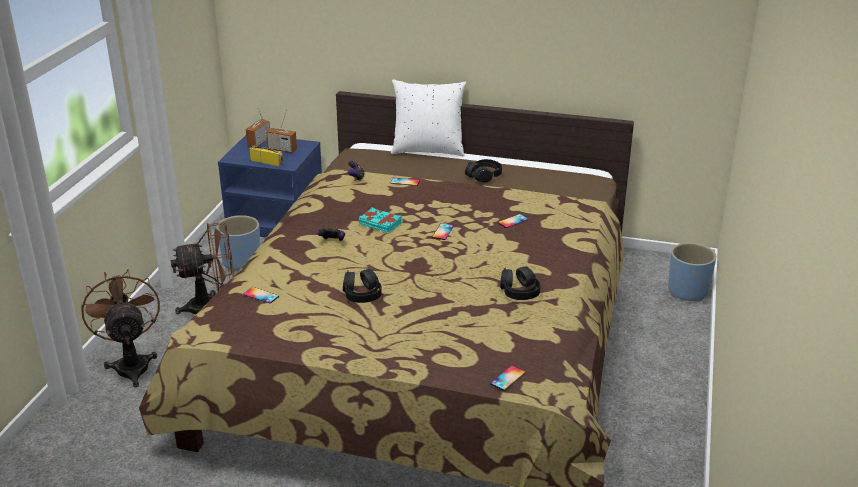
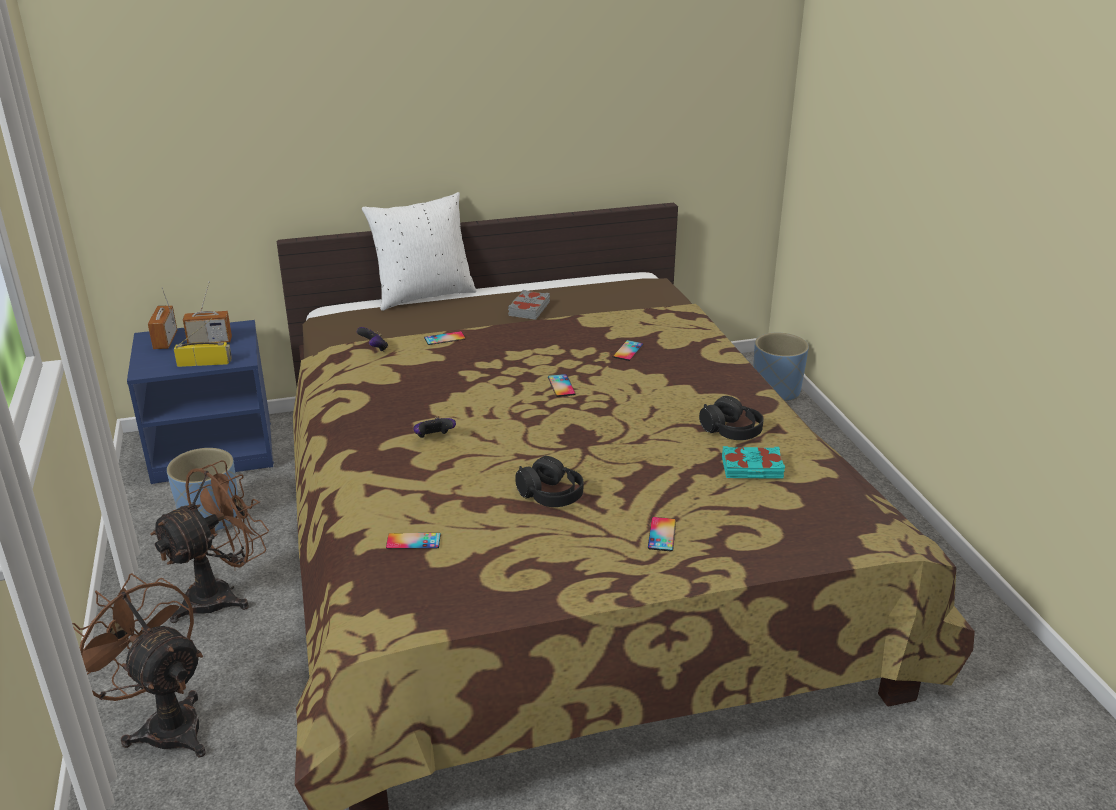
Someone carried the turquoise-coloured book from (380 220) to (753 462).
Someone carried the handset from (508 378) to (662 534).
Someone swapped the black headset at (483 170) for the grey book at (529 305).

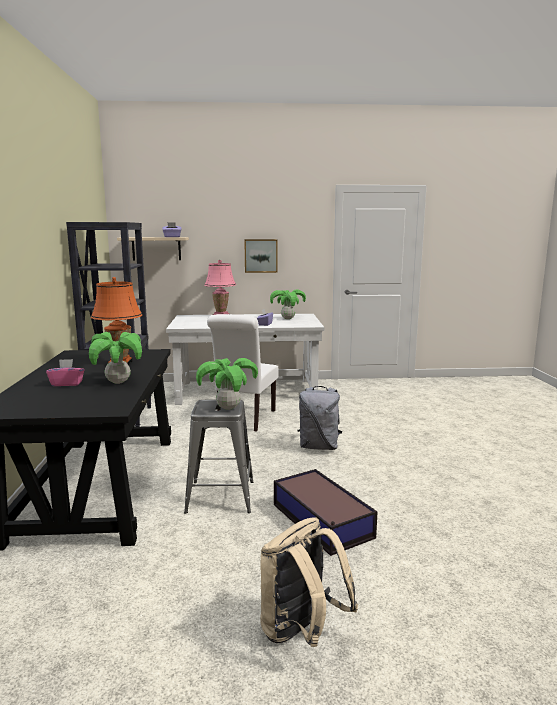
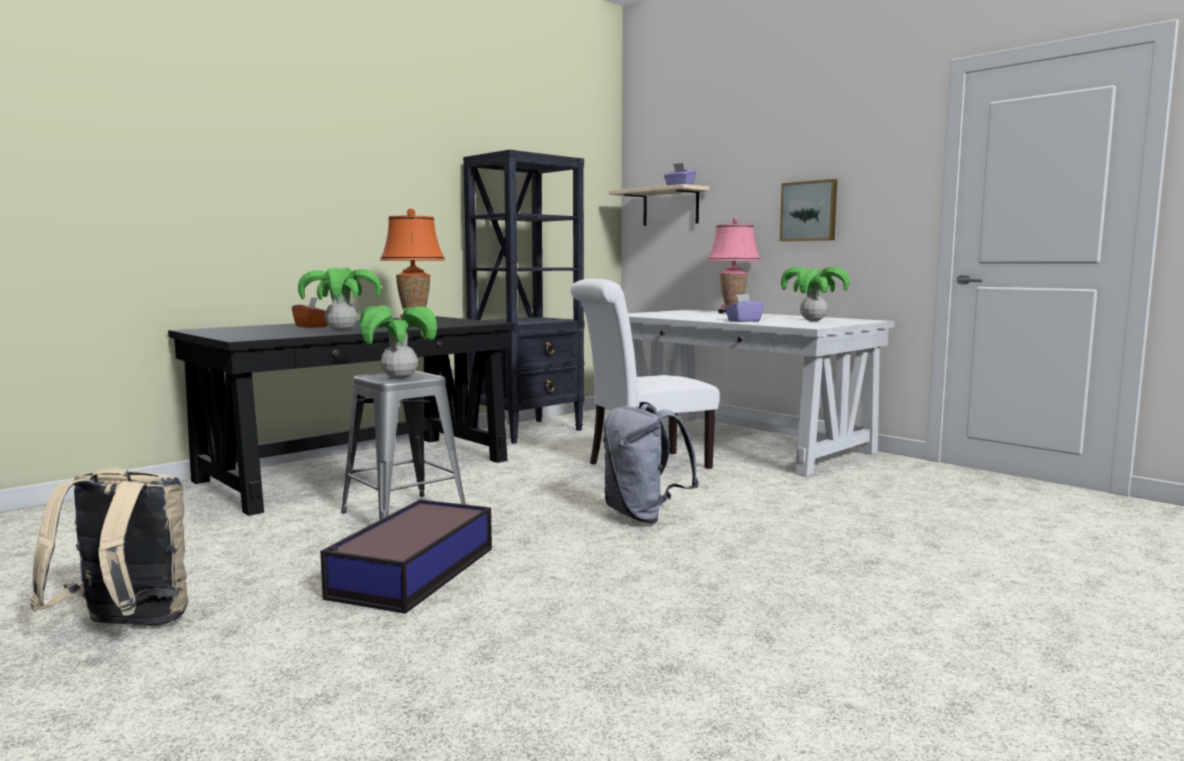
Someone repainted the pink-coloured tissue holder at (65 372), which became the orange tissue holder at (310 312).

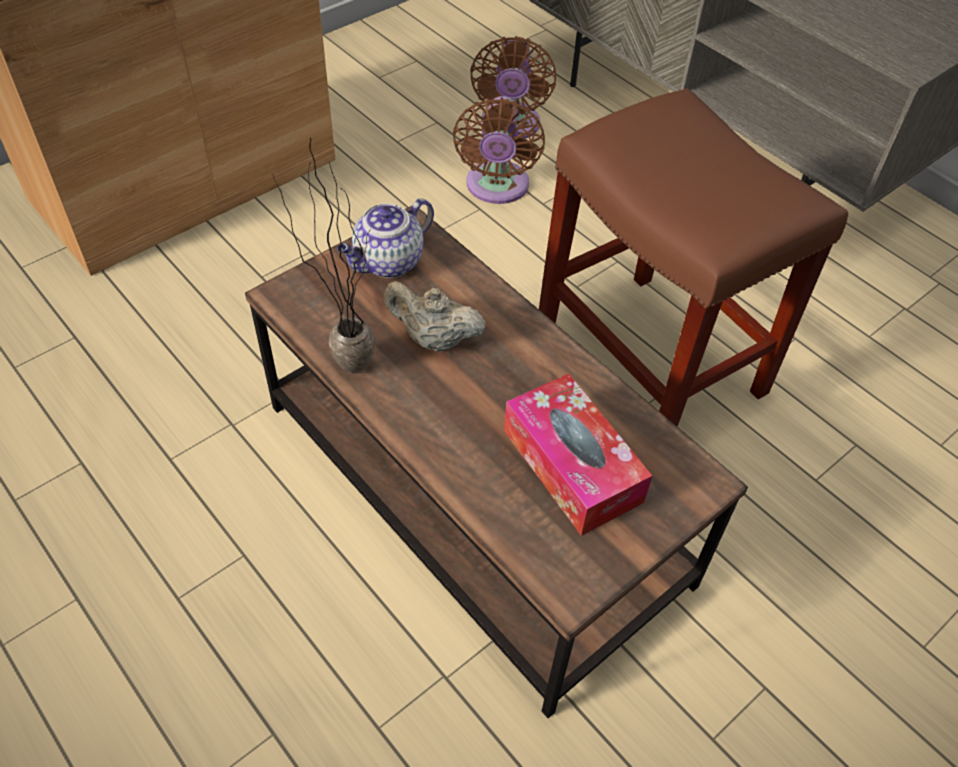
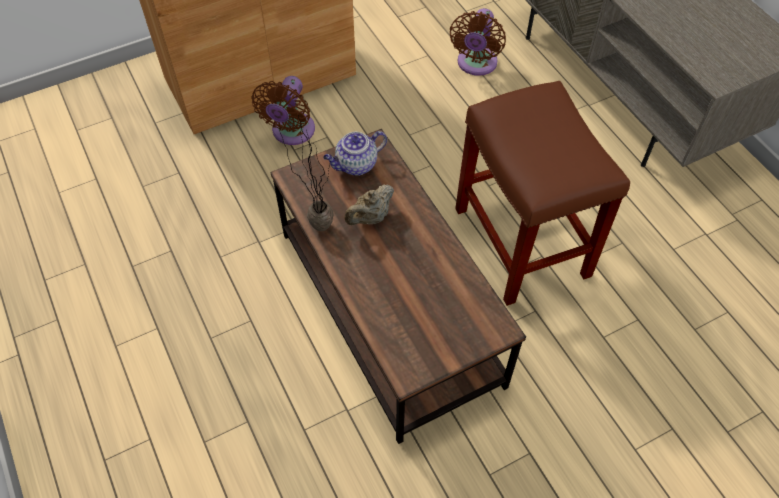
Someone took away the tissue holder at (578 454).
Someone carried the brown-coloured electric fan from (499 150) to (283 110).
Someone rotated the beige tea pot at (435 316) by 75 degrees counterclockwise.

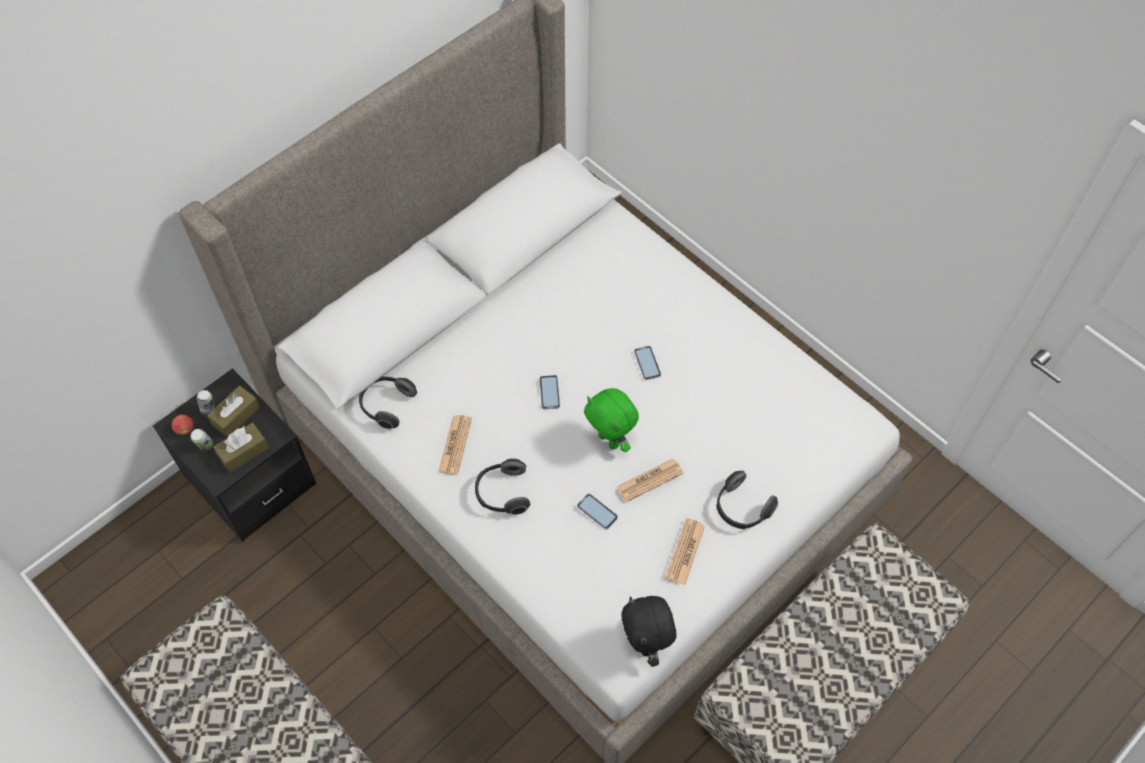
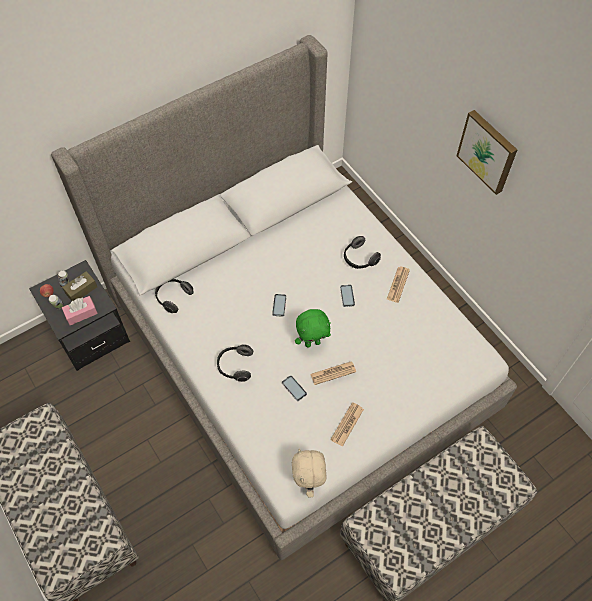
Someone put up the picture at (487 152).
Someone carried the printed paper from (455 445) to (398 285).
Someone carried the headset from (747 500) to (362 252).
Someone repainted the brown-coloured tissue holder at (241 447), which became the pink-coloured tissue holder at (80 310).
Someone repainted the black cuddly toy at (649 631), which became the beige cuddly toy at (309 473).
Someone rotated the green cuddly toy at (611 420) by 75 degrees counterclockwise.

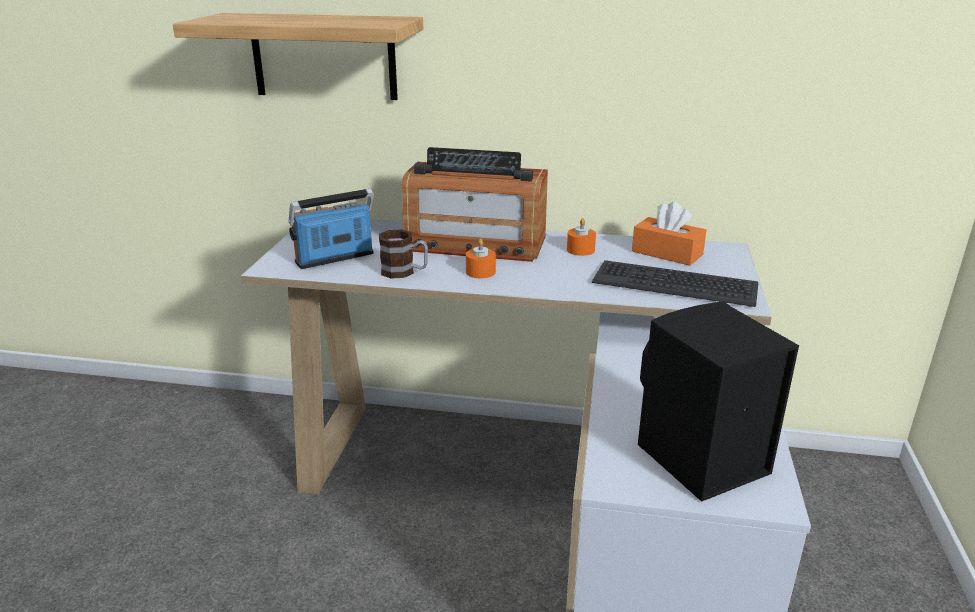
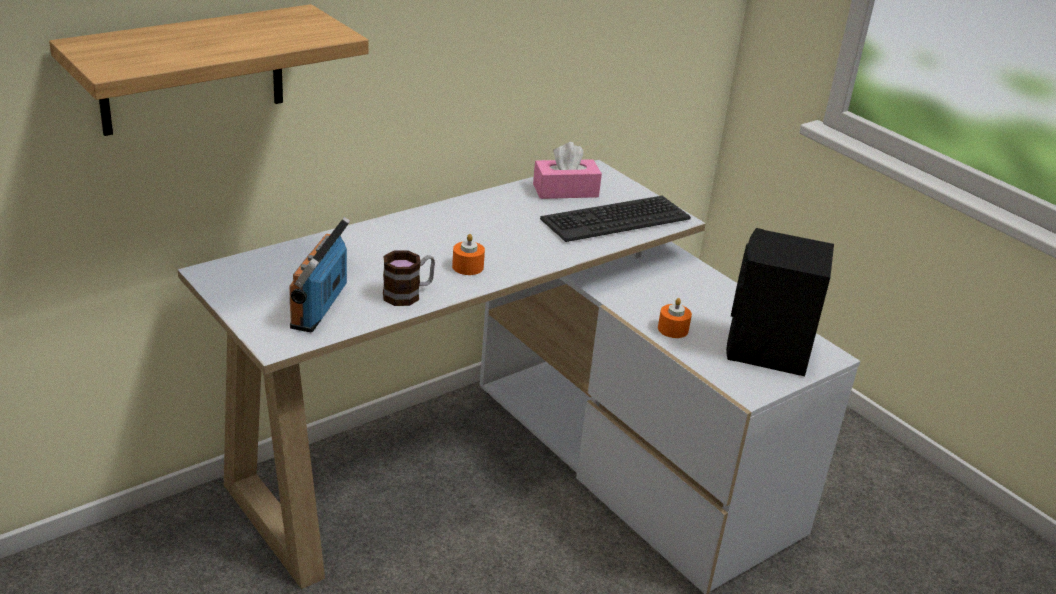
Someone took away the radio at (475 204).
Someone carried the orange wax candle from (581 237) to (675 318).
Someone repainted the orange tissue holder at (669 233), which became the pink-coloured tissue holder at (567 170).

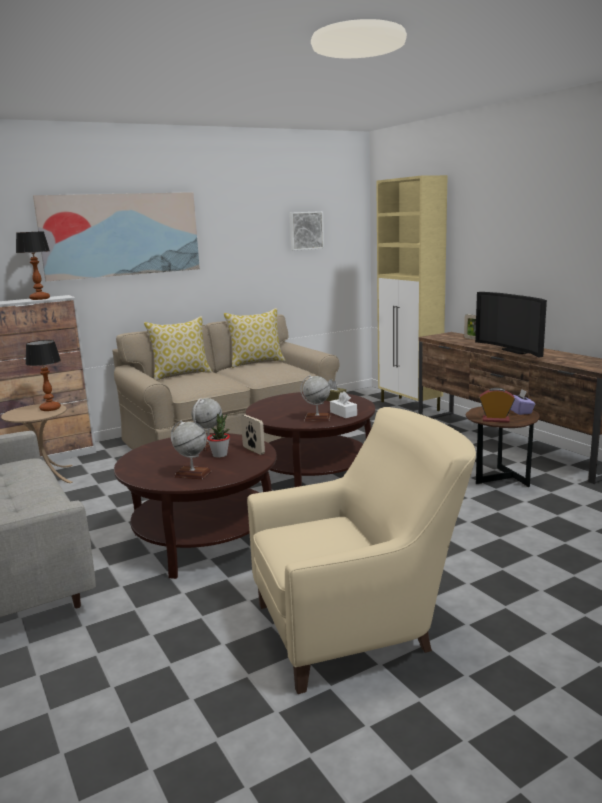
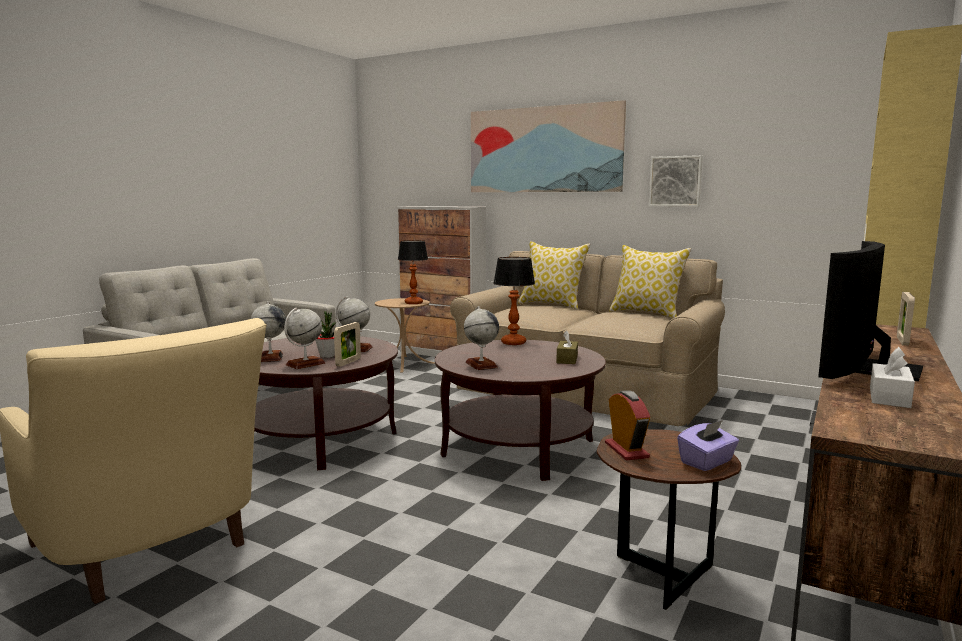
Someone put down the globe at (305 338).
Someone carried the lamp for a table from (33 265) to (514 301).
Someone carried the picture from (306 231) to (675 181).
Someone carried the white tissue holder from (343 404) to (892 377).

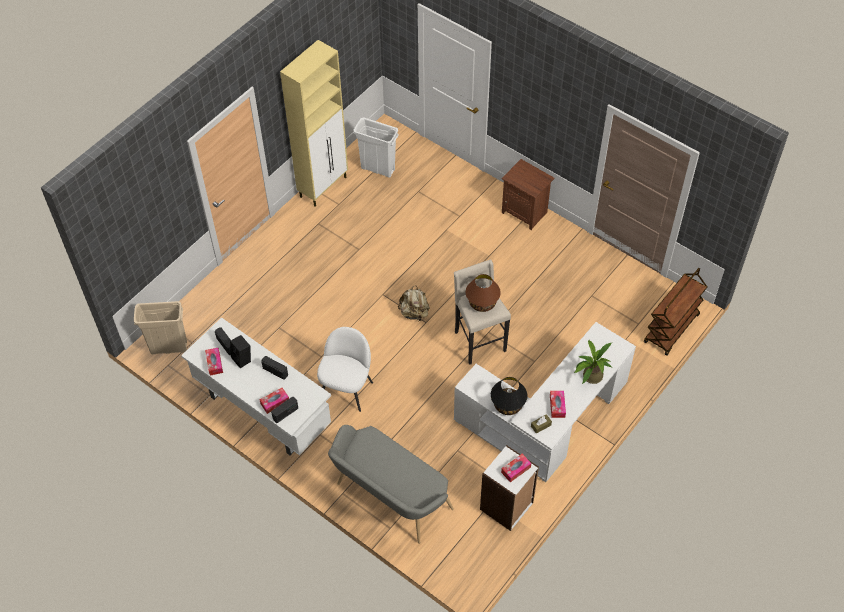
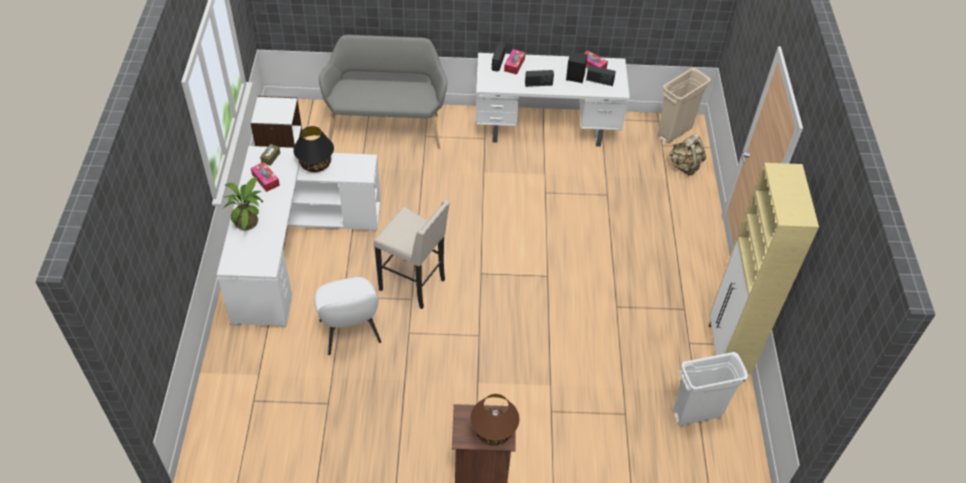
Someone took away the tissue holder at (516 468).
Someone took away the brown-coloured wheeled cart at (675 312).
Someone carried the white plain chair from (345 369) to (348 316).
Someone carried the beige knapsack from (414 303) to (687 155).
Someone carried the brown-coloured lamp for a table from (483 293) to (494 419).

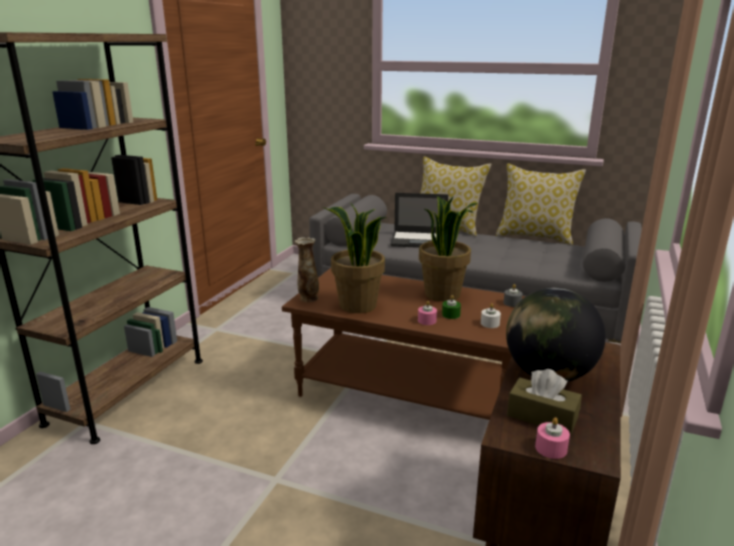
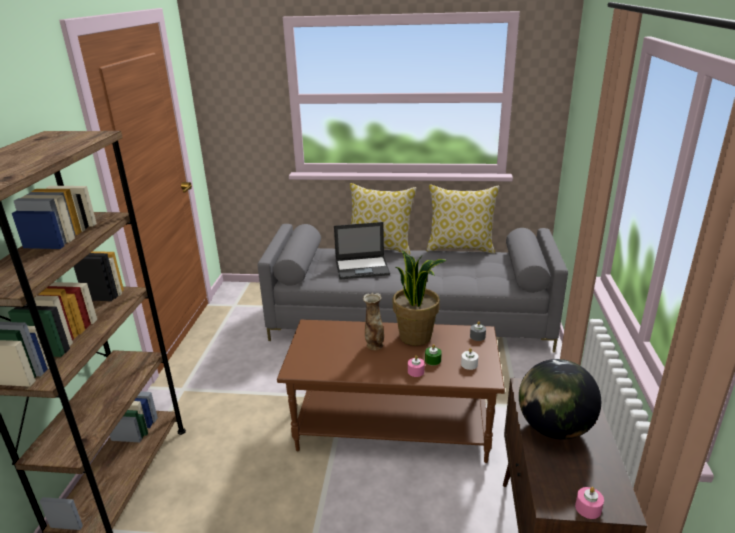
Someone took away the plant in a pot at (355 258).
Someone took away the brown-coloured tissue holder at (544 402).
Someone carried the vase from (306 269) to (373 321).

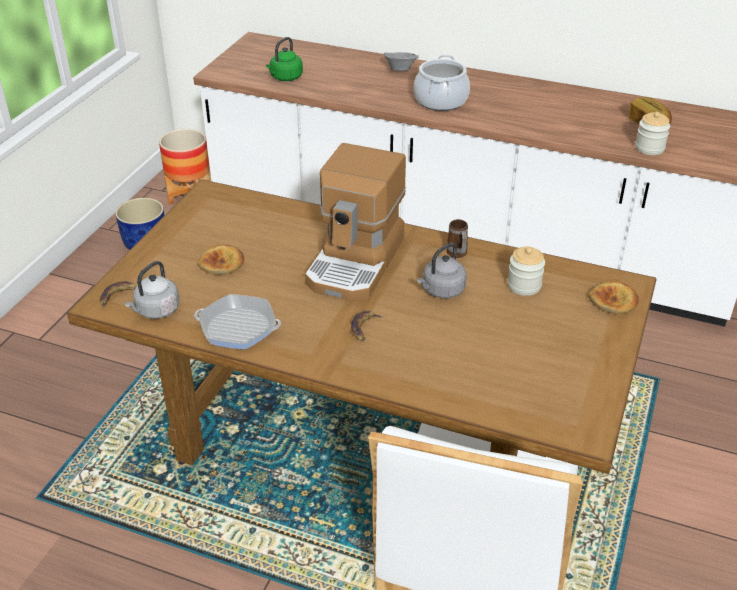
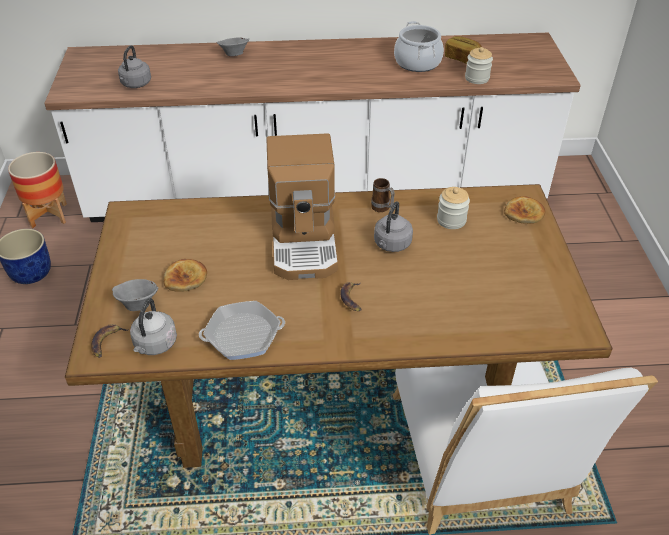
Someone put down the grey serving bowl at (135 295).
Someone carried the stockpot from (442 83) to (419 46).
Someone repainted the green tea kettle at (284 59), which became the grey tea kettle at (134 66).

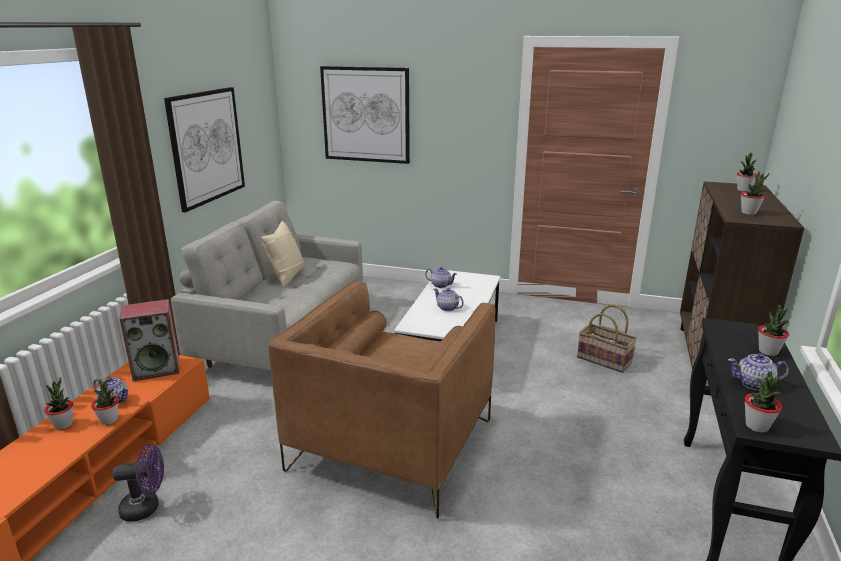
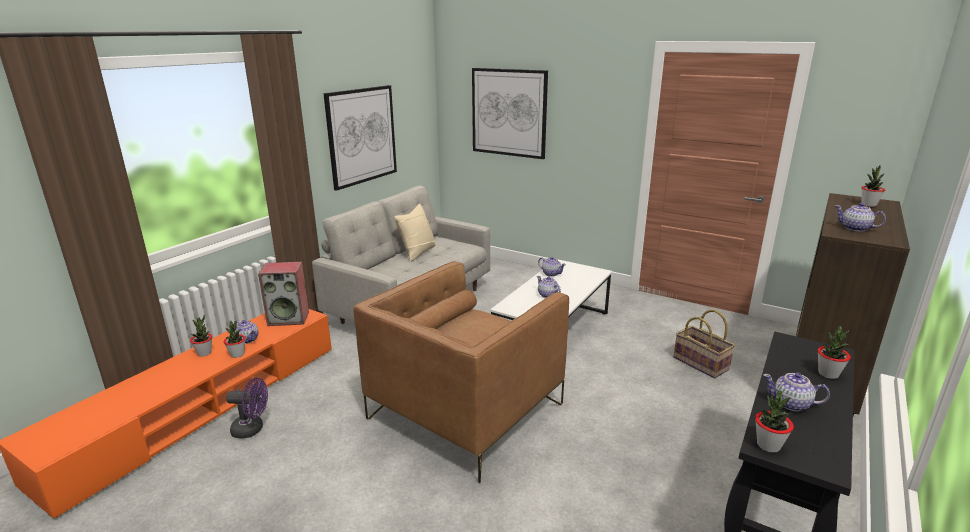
Someone swapped the plant in a pot at (755 193) for the tea pot at (860 217).

